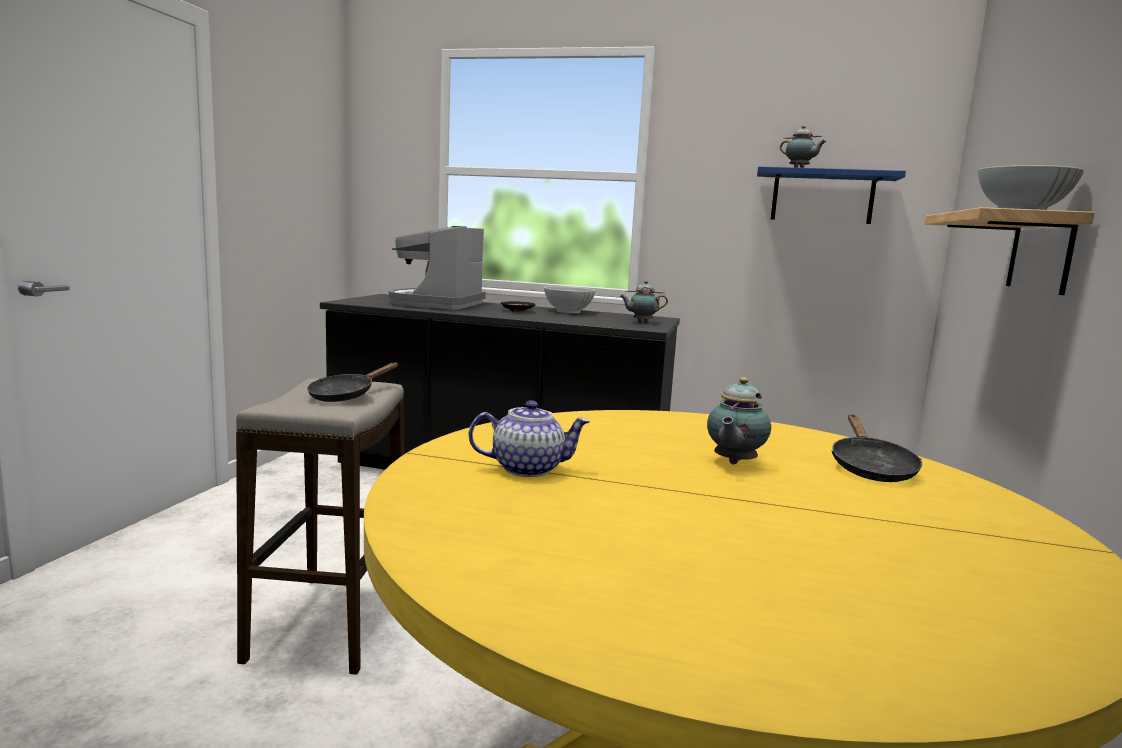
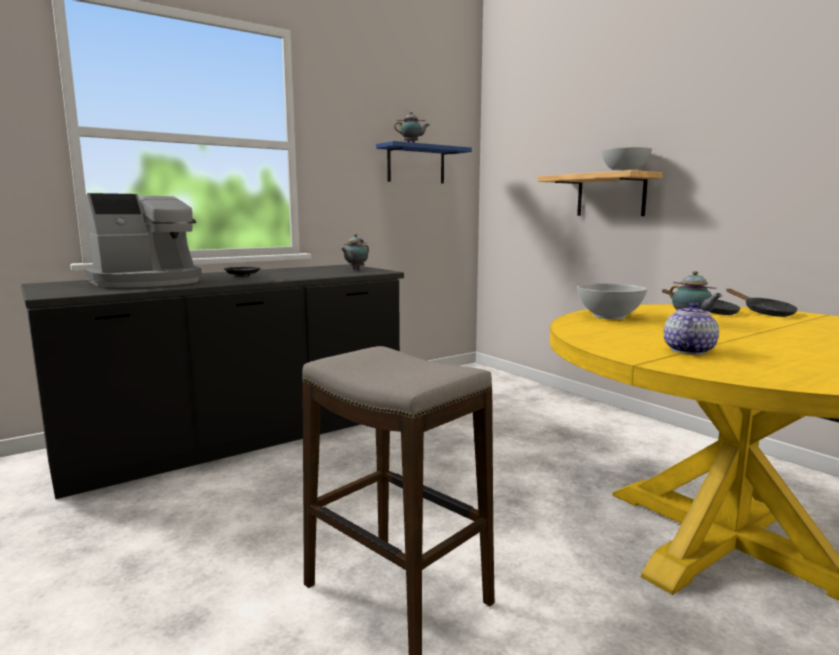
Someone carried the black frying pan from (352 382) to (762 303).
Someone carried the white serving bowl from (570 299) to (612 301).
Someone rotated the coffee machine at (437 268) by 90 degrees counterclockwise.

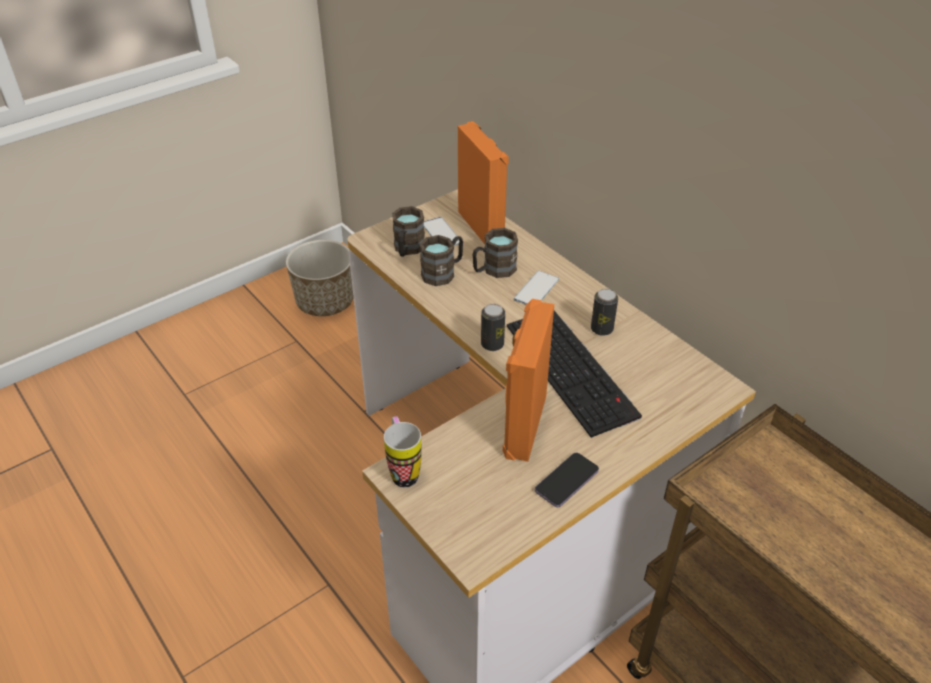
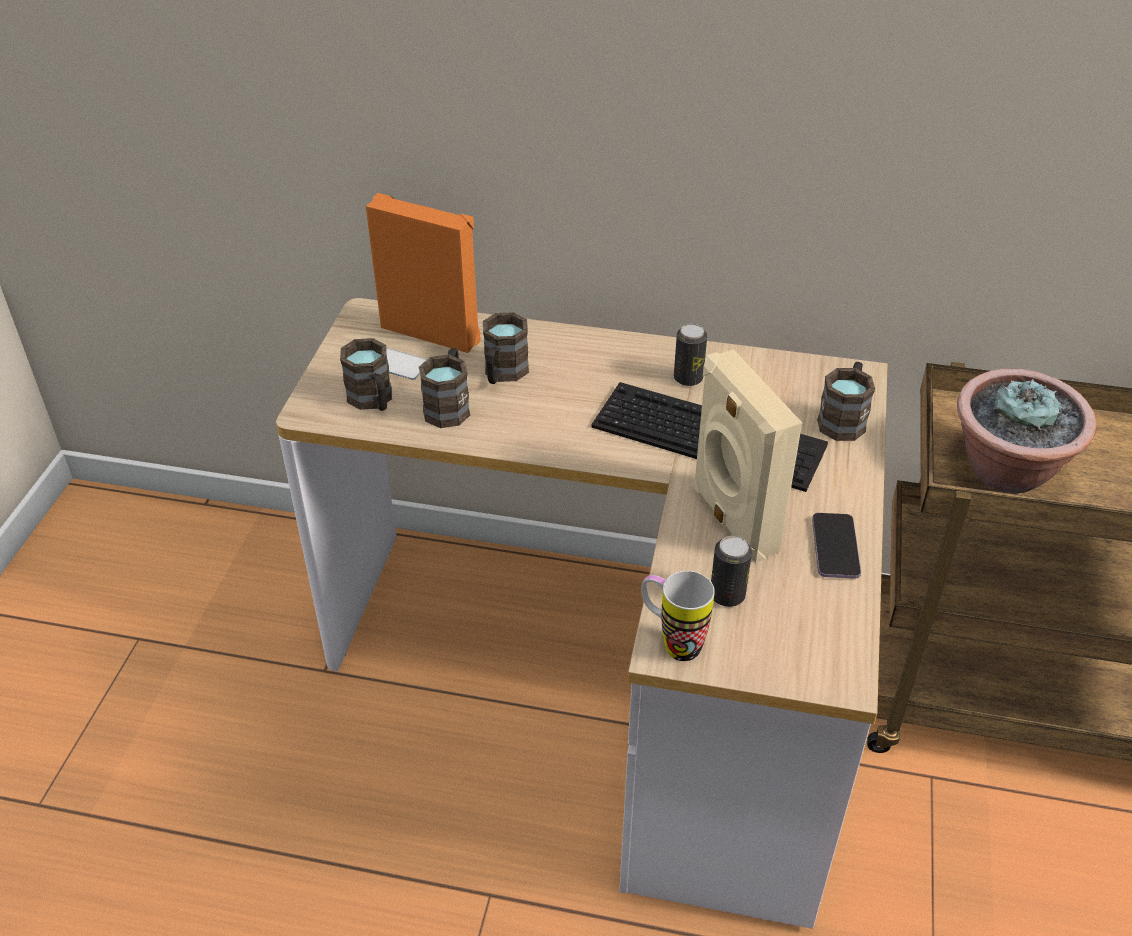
Someone took away the flower pot at (320 278).
Someone took away the handset at (536 288).
Someone put down the brown-coloured mug at (846 401).
Someone put down the plant in a pot at (1027 431).
Someone carried the sealed can from (493 327) to (731 571).
Someone repainted the orange loudspeaker at (528 380), which became the beige loudspeaker at (747 456).

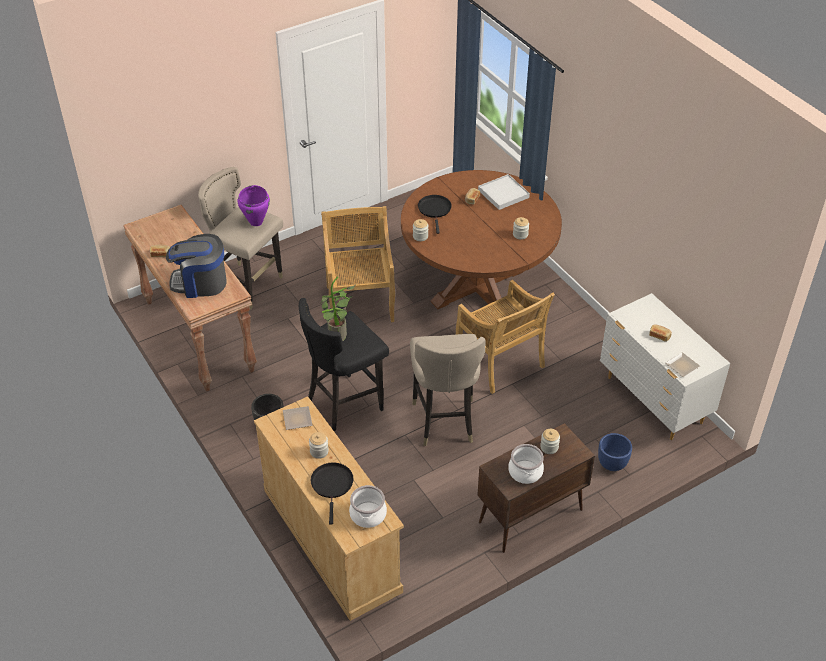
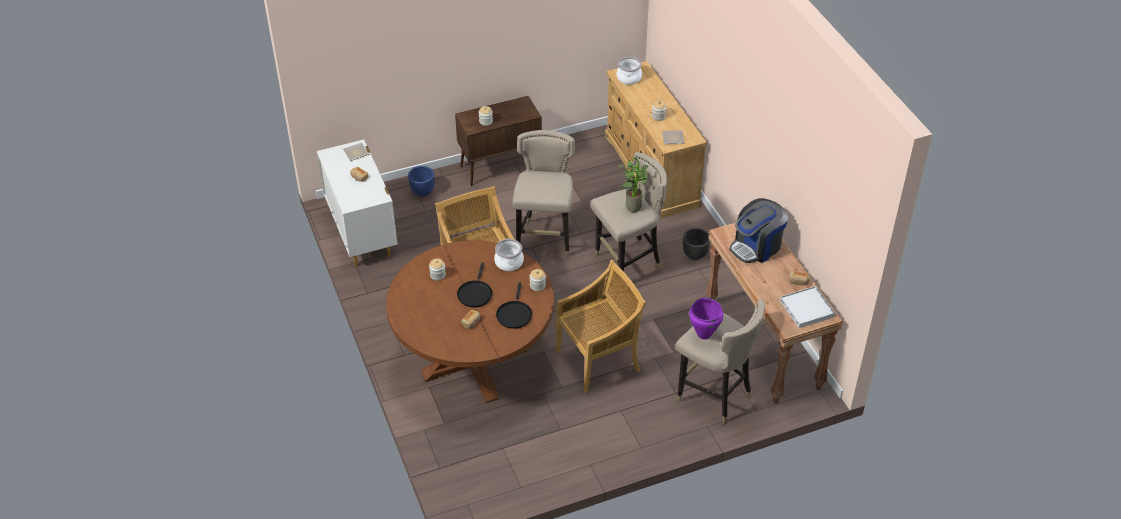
Someone carried the black frying pan from (332 493) to (474 285).
Someone carried the white serving tray from (504 192) to (807 307).
Someone carried the stockpot from (526 464) to (509 255).
Someone repainted the black sitting stool at (344 365), which became the beige sitting stool at (628 212).
Someone rotated the coffee machine at (196 266) by 135 degrees clockwise.
Someone rotated the beige plain chair at (358 264) by 120 degrees counterclockwise.

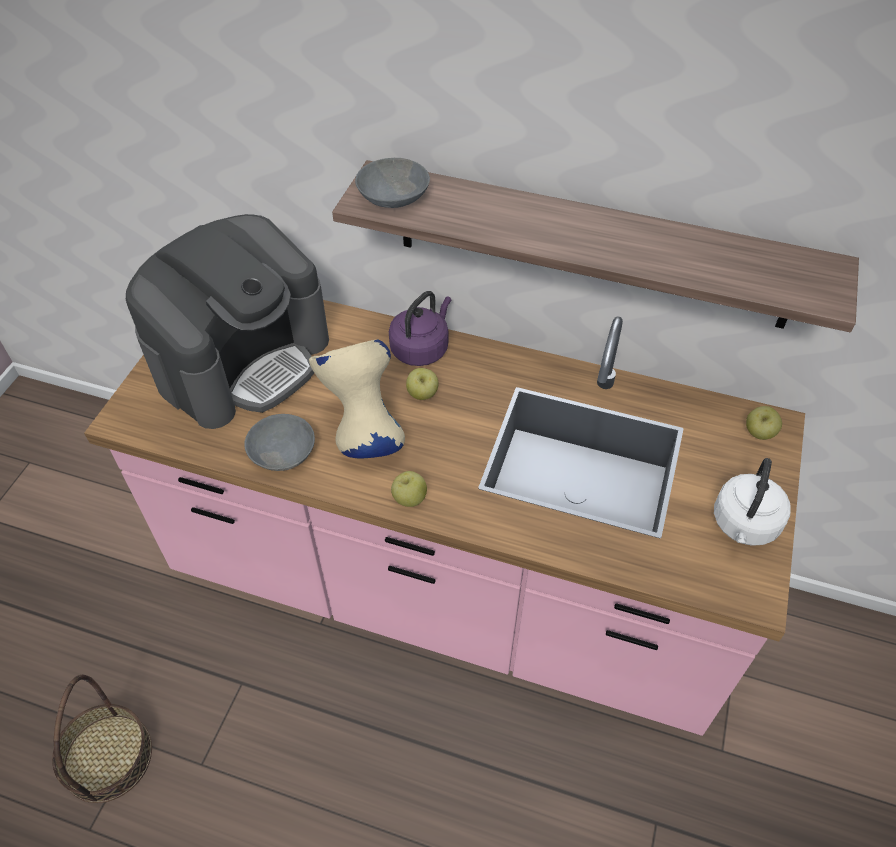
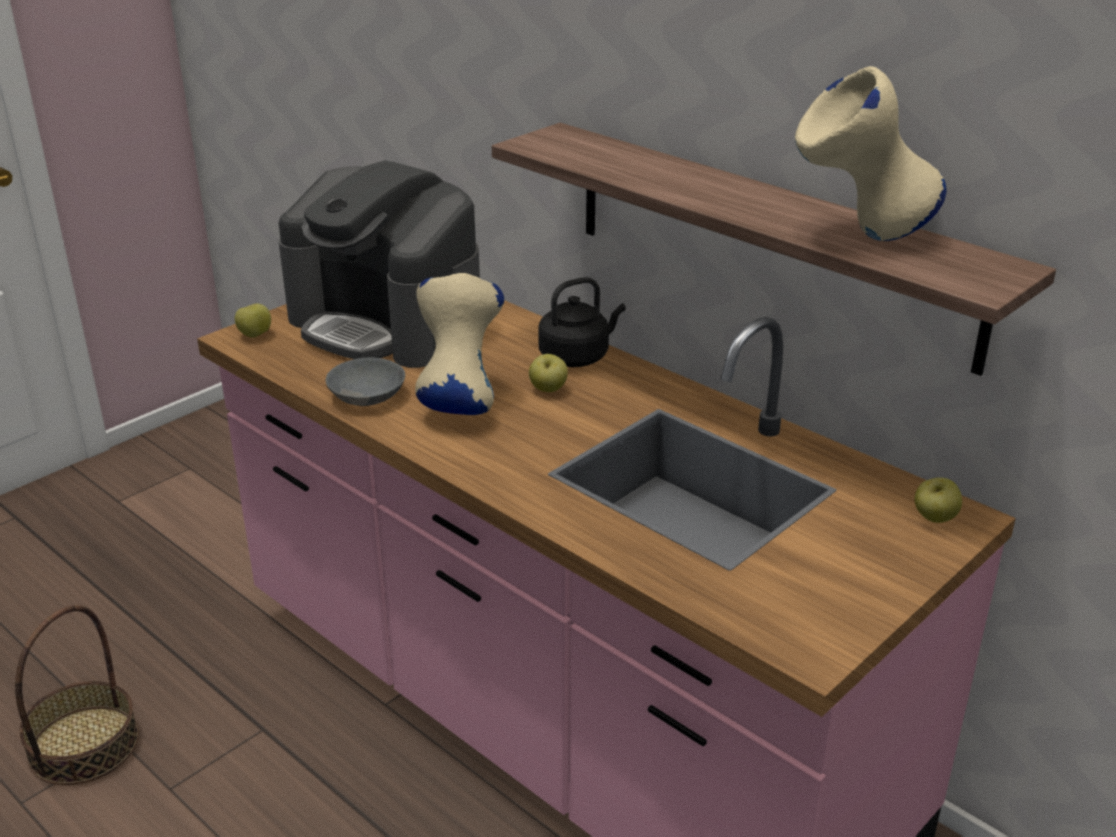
Someone took away the grey serving bowl at (392 183).
Someone took away the white tea kettle at (752 502).
Someone put down the beige vase at (871 153).
Someone carried the apple from (409 489) to (253 321).
Someone repainted the purple-coloured tea kettle at (420 328), which became the black tea kettle at (582 322).
Someone rotated the coffee machine at (227 321) by 60 degrees clockwise.

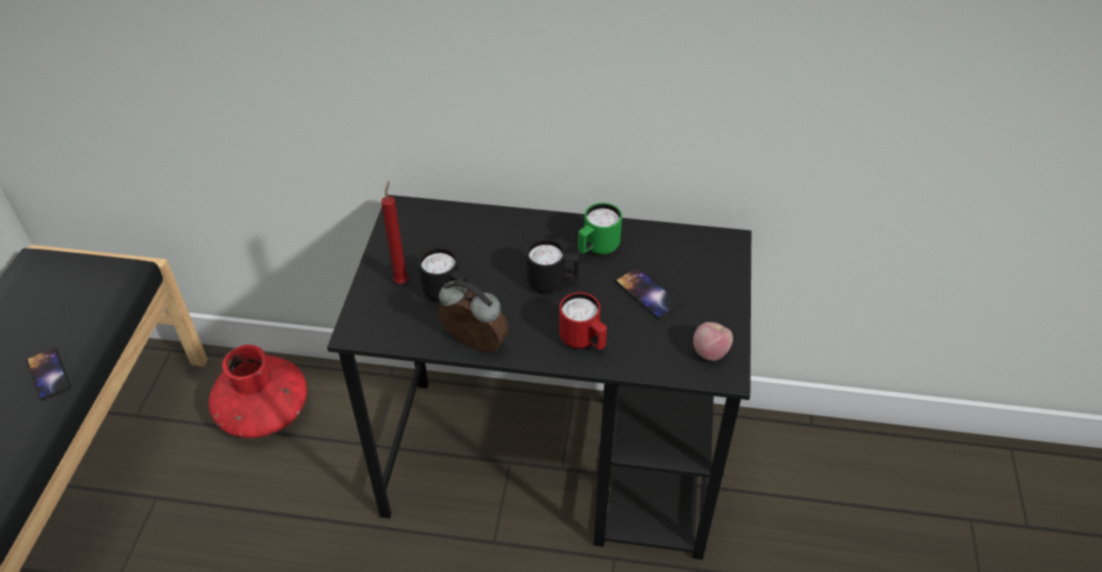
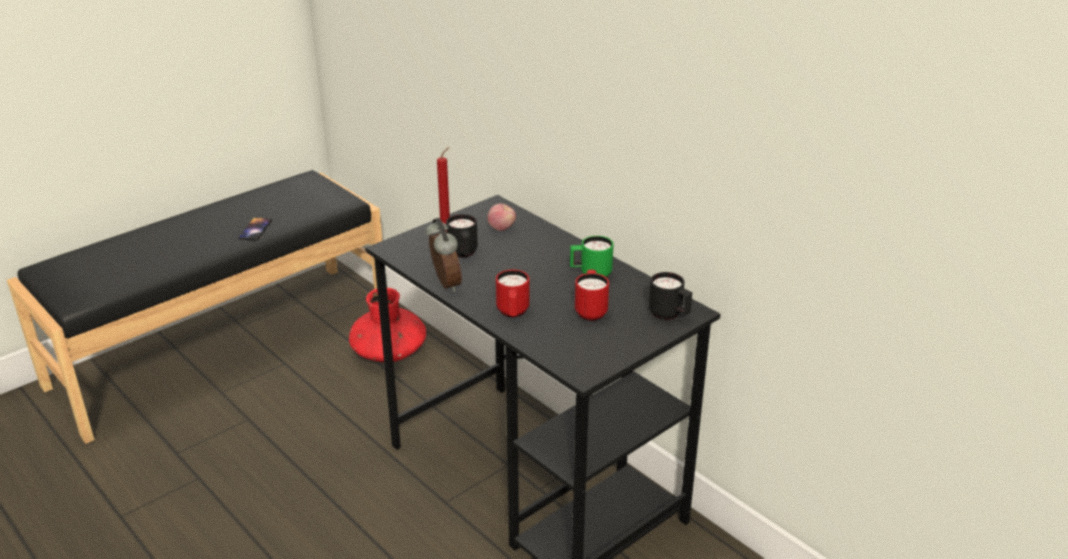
Someone carried the black mug from (552 266) to (670 296).
Someone carried the apple from (713 341) to (501 217).
Someone swapped the handset at (648 293) for the reddish mug at (592 295).

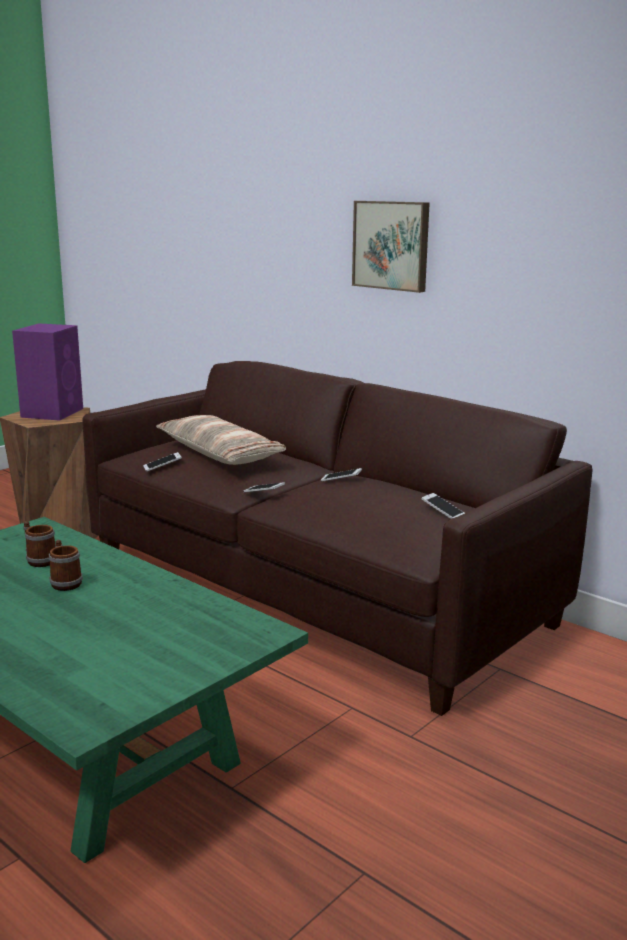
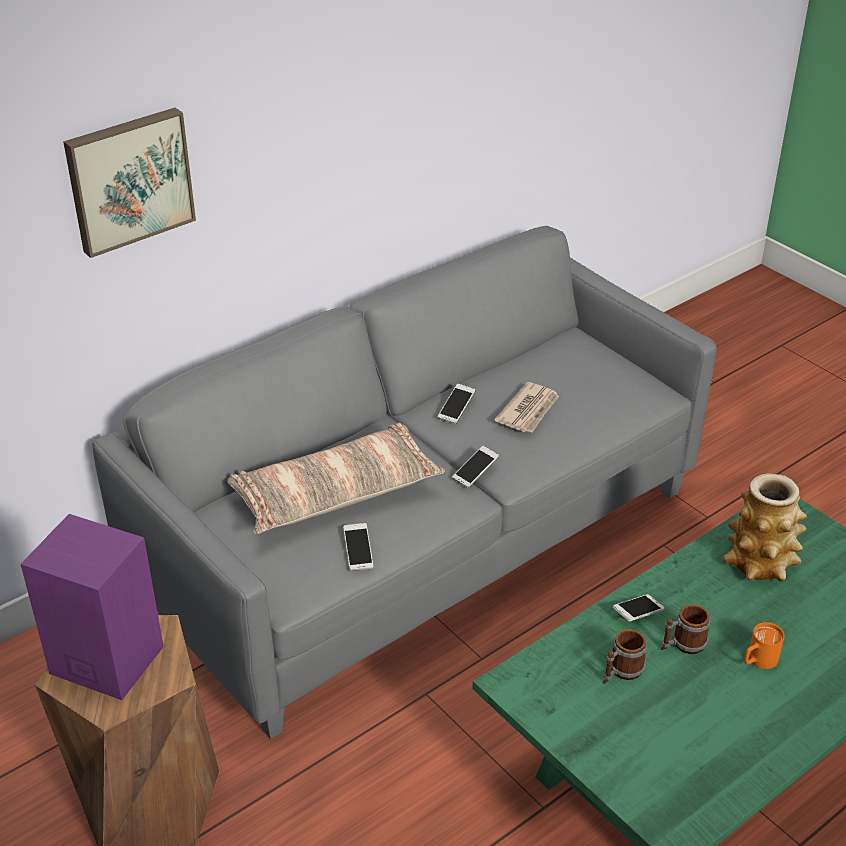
Someone put down the printed paper at (527 407).
Someone put down the vase at (765 527).
Someone put down the orange mug at (764 645).
Someone carried the picture from (391 247) to (129 183).
Someone carried the handset from (443 506) to (639 608).
Someone repainted the brown-coloured couch at (337 538), which became the grey couch at (404 482).

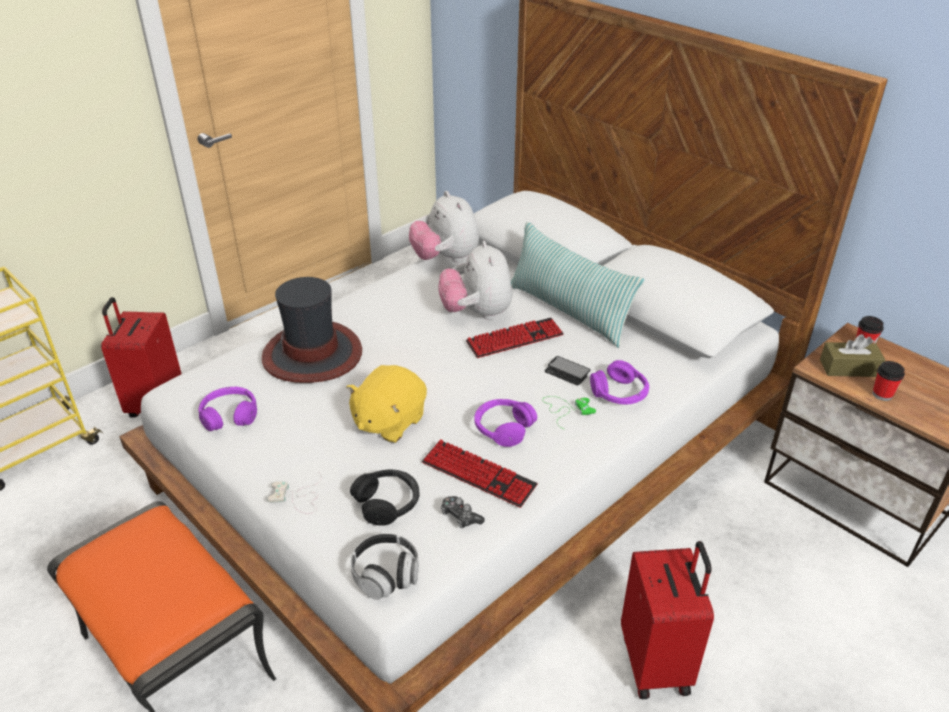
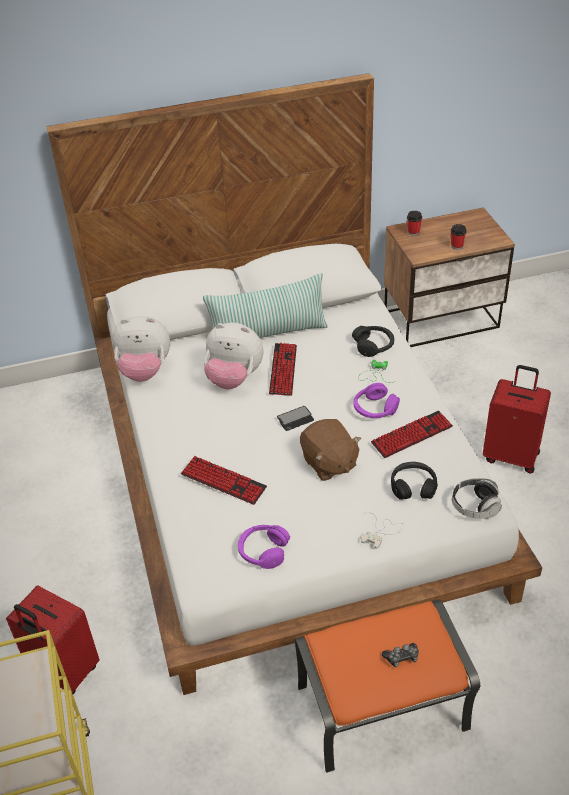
Someone took away the brown-coloured tissue holder at (852 355).
Someone carried the game controller from (463 512) to (400 655).
Someone carried the handset from (567 371) to (295 418).
Someone swapped the clothing hat at (312 330) for the PC keyboard at (224 480).
Someone repainted the yellow-coloured cuddly toy at (386 404), which became the brown-coloured cuddly toy at (330 450).
Someone repainted the purple-coloured headset at (619 382), which became the black headset at (373 341).

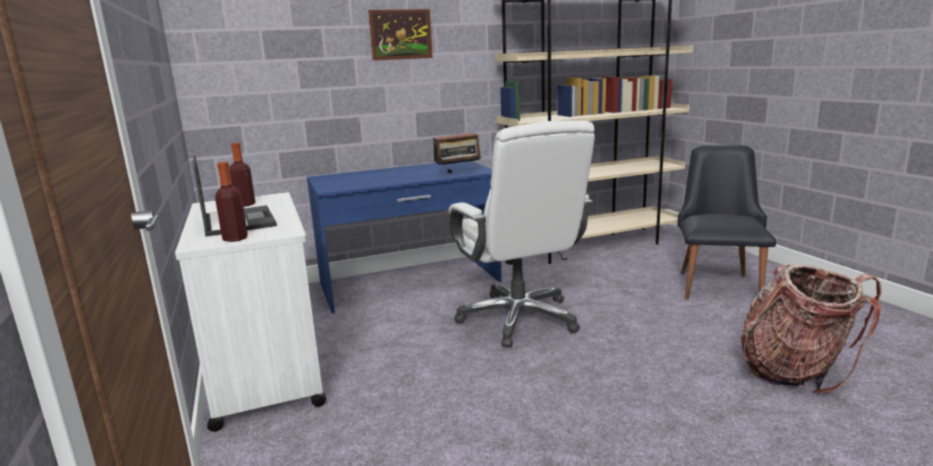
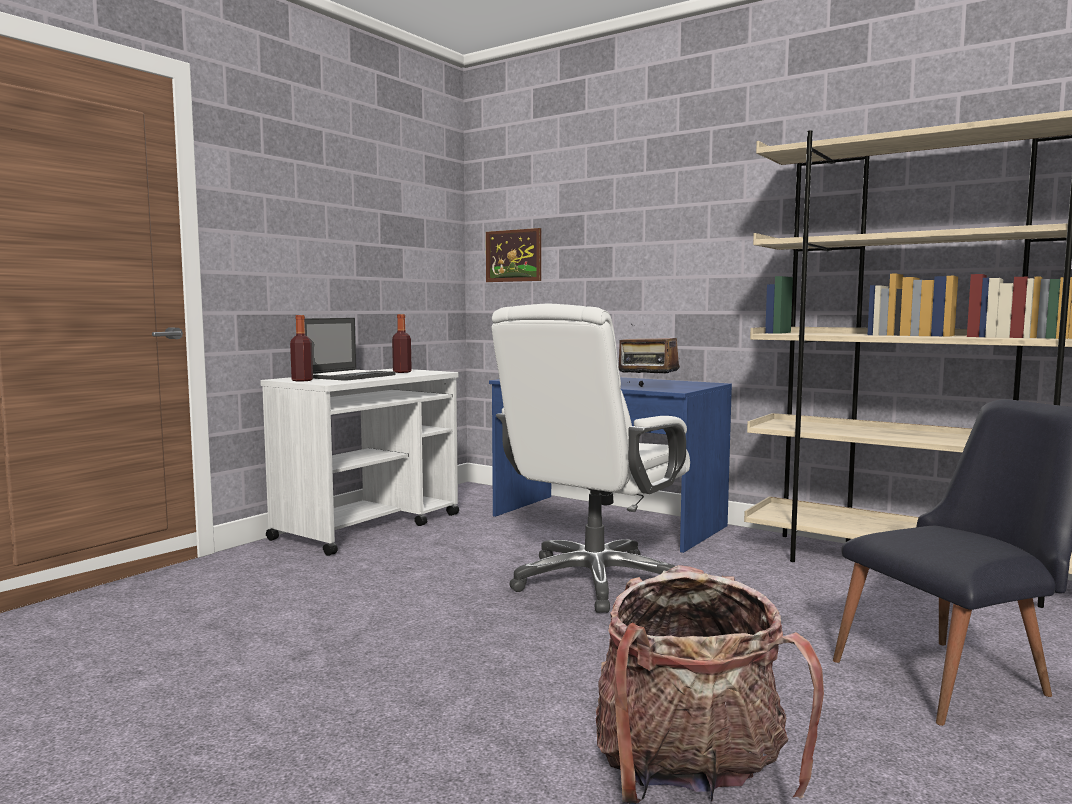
Someone carried the picture from (400 35) to (513 255).

